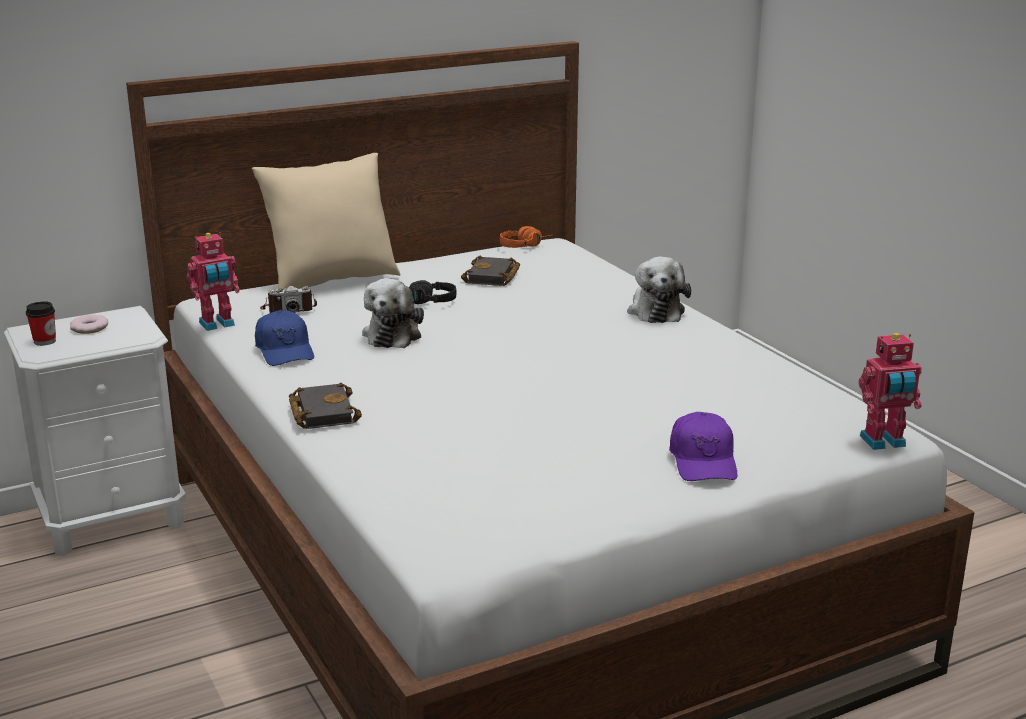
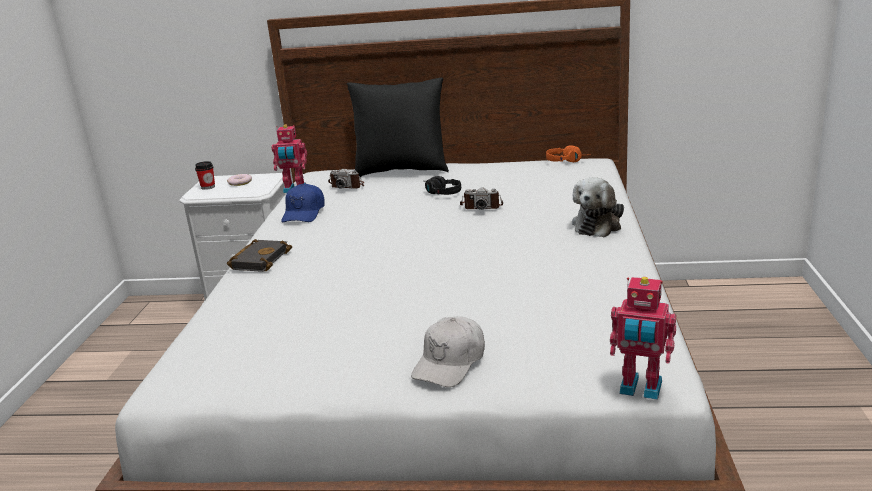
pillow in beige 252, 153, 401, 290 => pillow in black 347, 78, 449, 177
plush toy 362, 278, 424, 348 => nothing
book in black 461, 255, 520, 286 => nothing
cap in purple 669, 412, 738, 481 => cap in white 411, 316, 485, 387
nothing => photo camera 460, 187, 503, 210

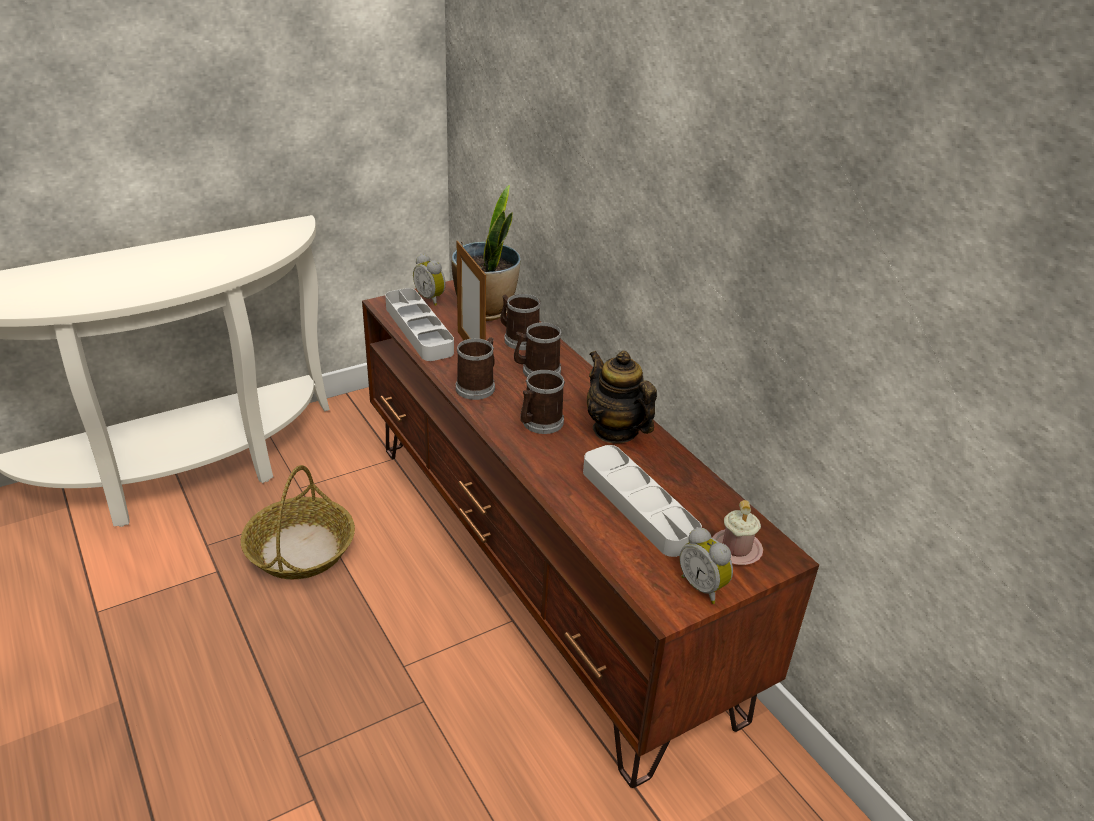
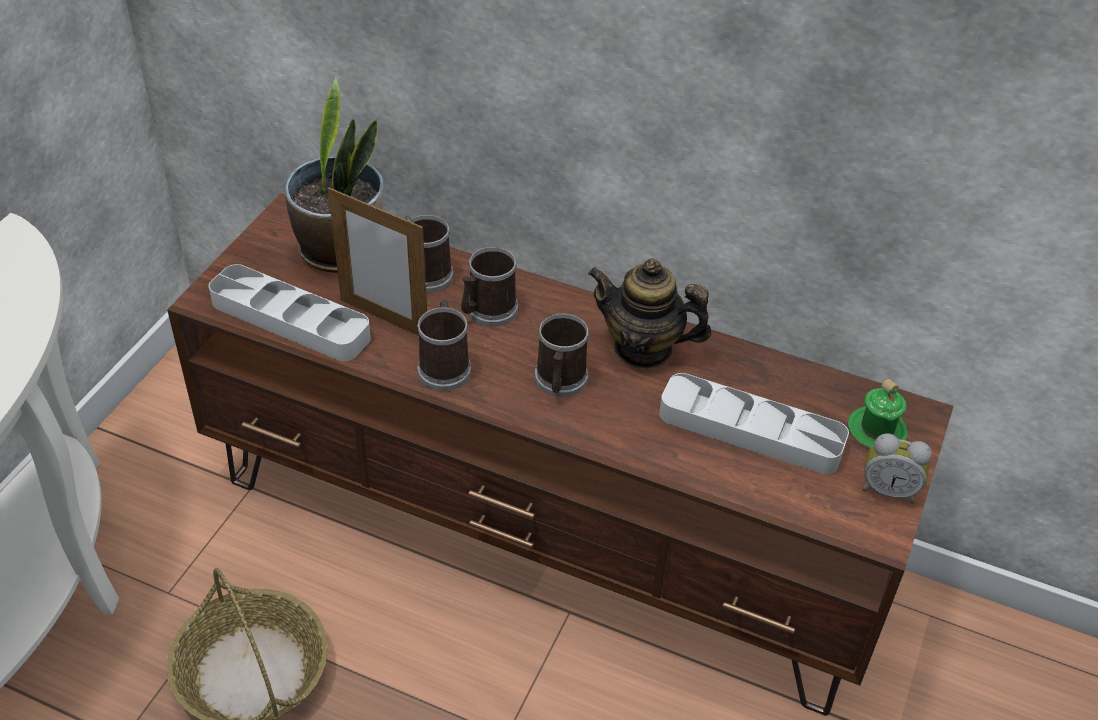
alarm clock 413, 254, 445, 306 => nothing
mug in pink 712, 500, 763, 565 => mug in green 848, 379, 908, 448

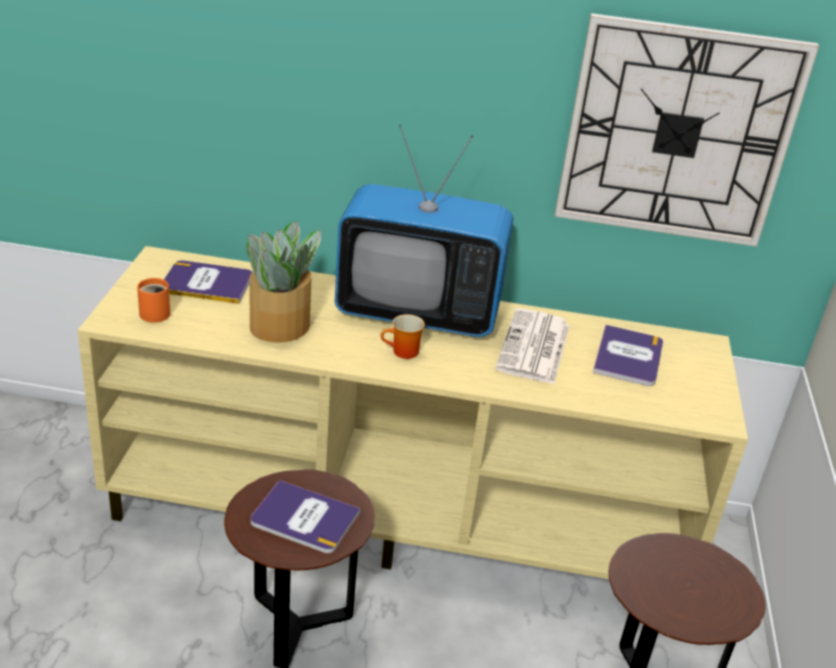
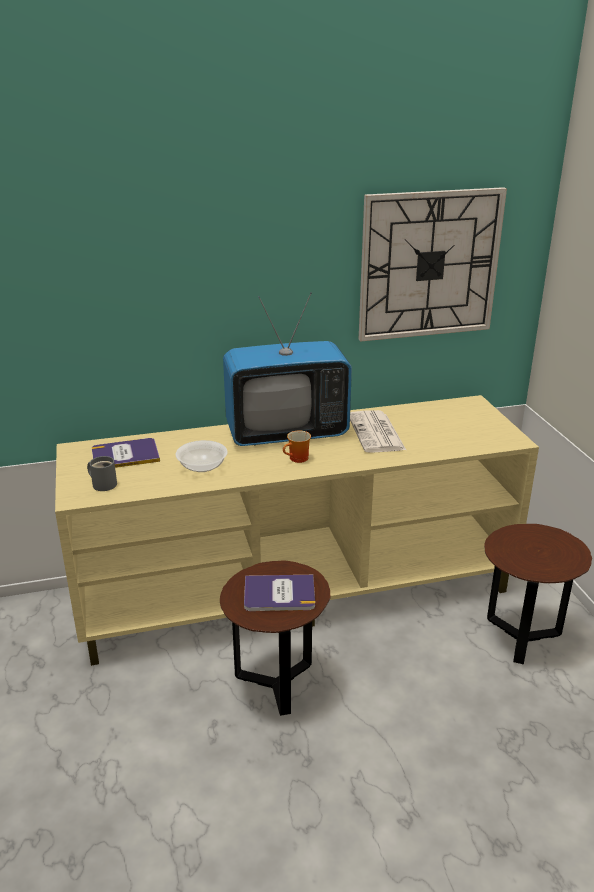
mug in orange 137, 278, 170, 323 => mug in grey 87, 456, 117, 491
potted plant 246, 221, 321, 343 => bowl 175, 440, 228, 472
book 593, 325, 663, 386 => nothing

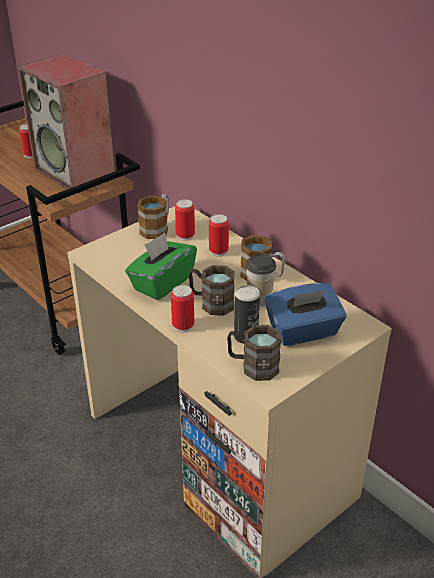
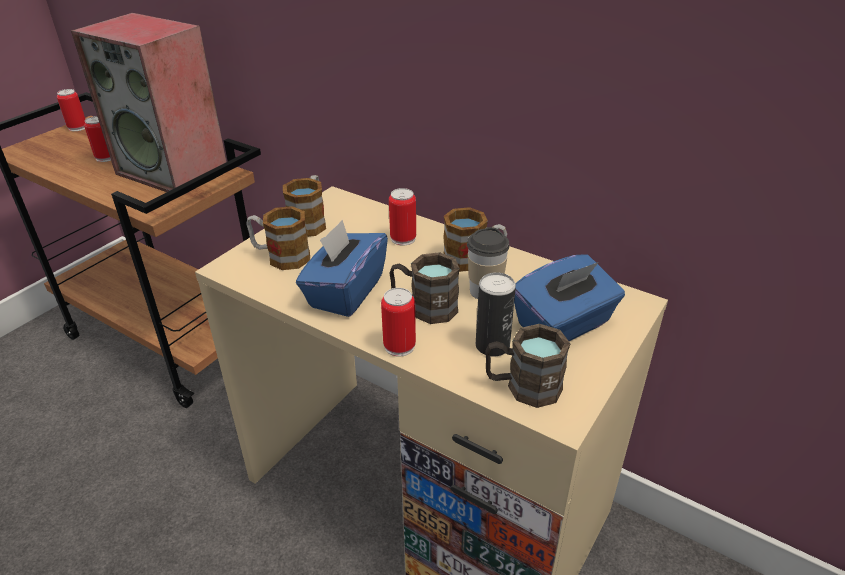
tissue box in green 125, 232, 197, 300 => tissue box in blue 296, 220, 388, 317
can 175, 199, 195, 241 => can 57, 89, 86, 131, relocated
nothing => mug 246, 206, 310, 270

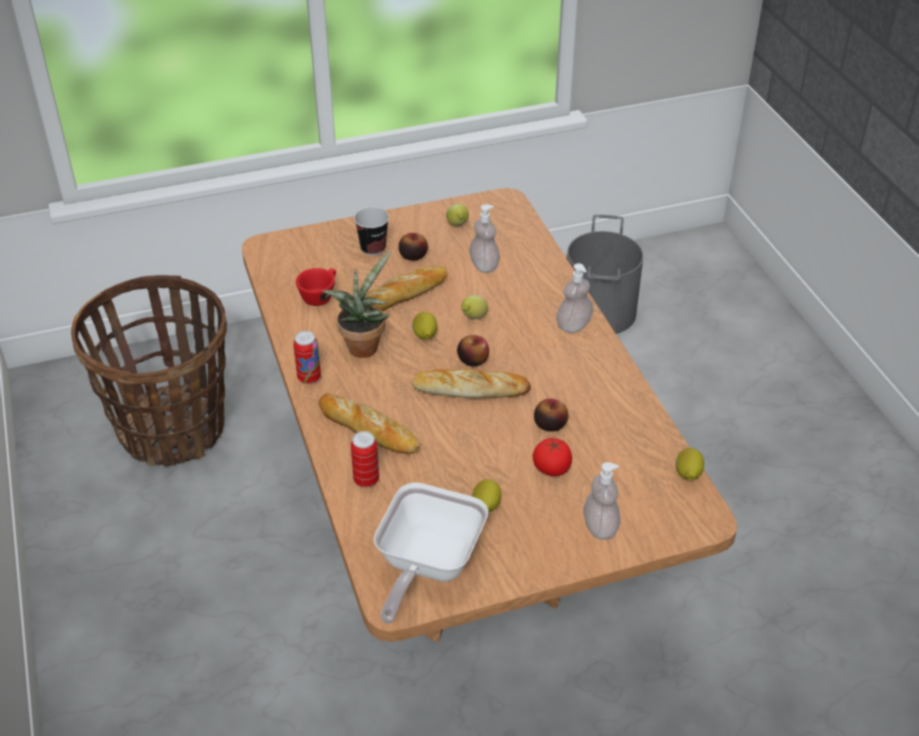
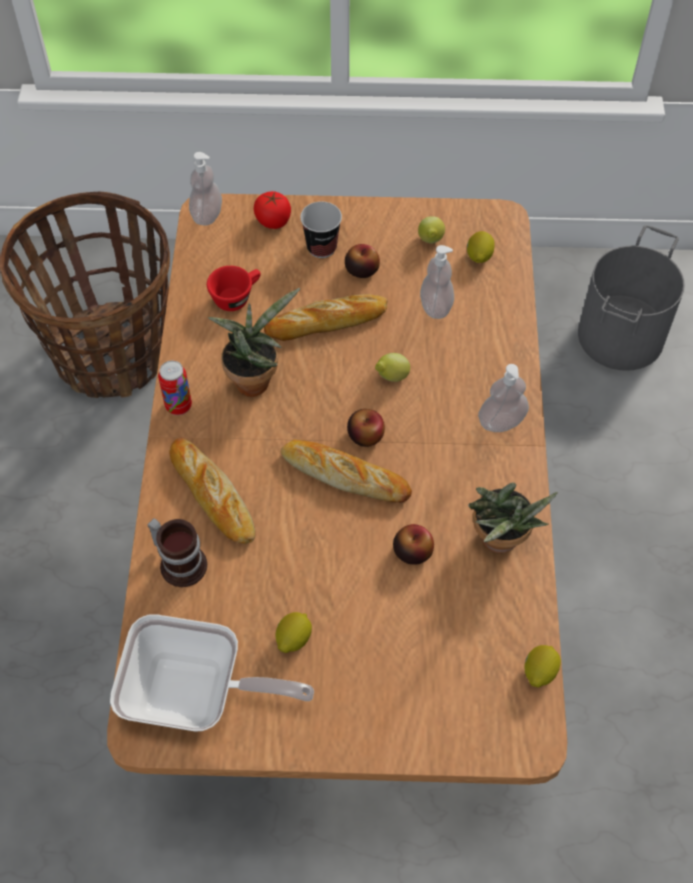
can 351, 431, 379, 487 => mug 147, 518, 207, 587
frying pan 374, 482, 488, 624 => frying pan 110, 614, 314, 731, 120 degrees counterclockwise
lemon 412, 312, 437, 340 => lemon 467, 231, 495, 263, relocated
tomato 533, 437, 572, 476 => tomato 254, 191, 291, 229, relocated
soap dispenser 583, 462, 620, 540 => soap dispenser 189, 152, 222, 225, relocated
nothing => potted plant 468, 482, 558, 554

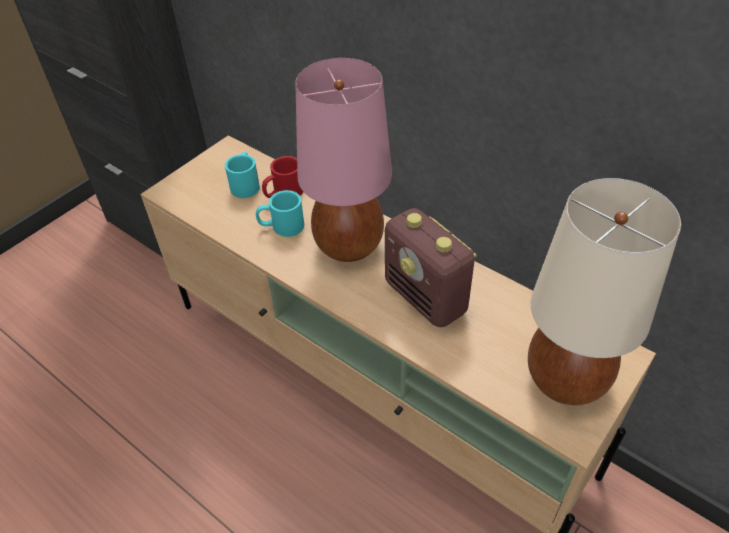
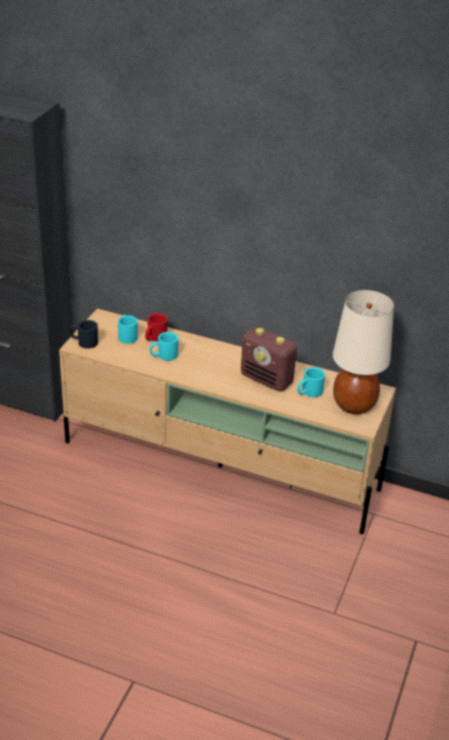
table lamp in pink 295, 58, 392, 262 => nothing
nothing => mug in black 69, 320, 98, 349
nothing => mug in turquoise 297, 367, 325, 397

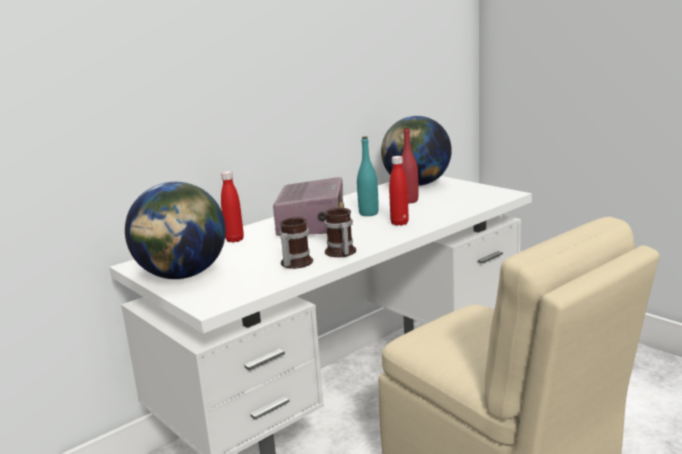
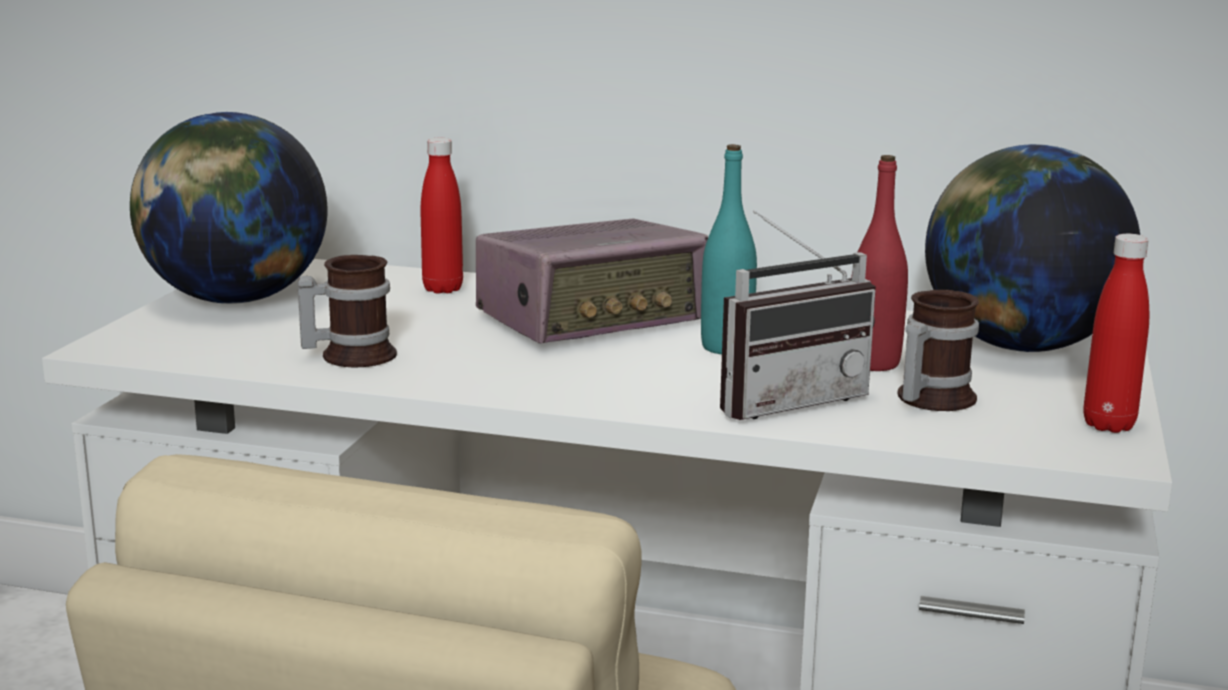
mug 324, 208, 356, 257 => mug 897, 290, 979, 411, relocated
bottle in red 389, 156, 409, 226 => bottle in red 1083, 234, 1149, 433, relocated
nothing => radio 720, 210, 876, 420

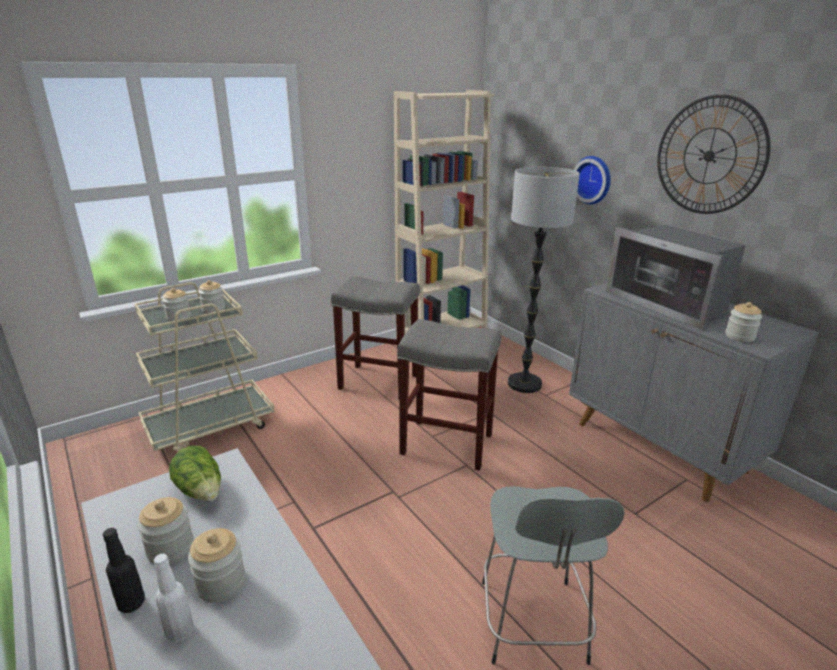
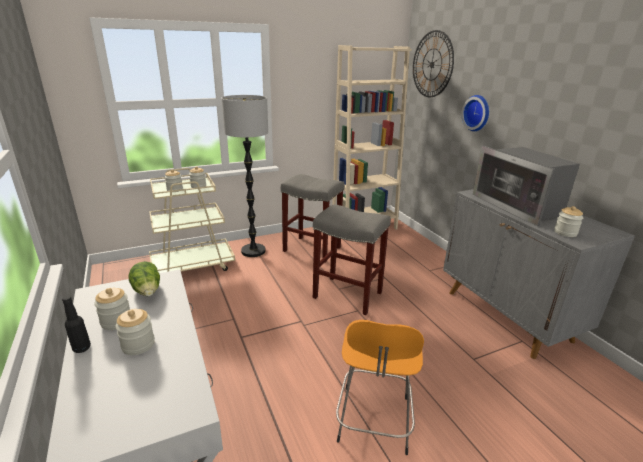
bottle in white 154, 554, 194, 642 => nothing
stool in grey 482, 486, 625, 665 => stool in orange 336, 320, 424, 455
floor lamp 508, 167, 580, 393 => floor lamp 221, 95, 268, 257, relocated
wall clock 657, 94, 771, 214 => wall clock 413, 30, 454, 97, relocated

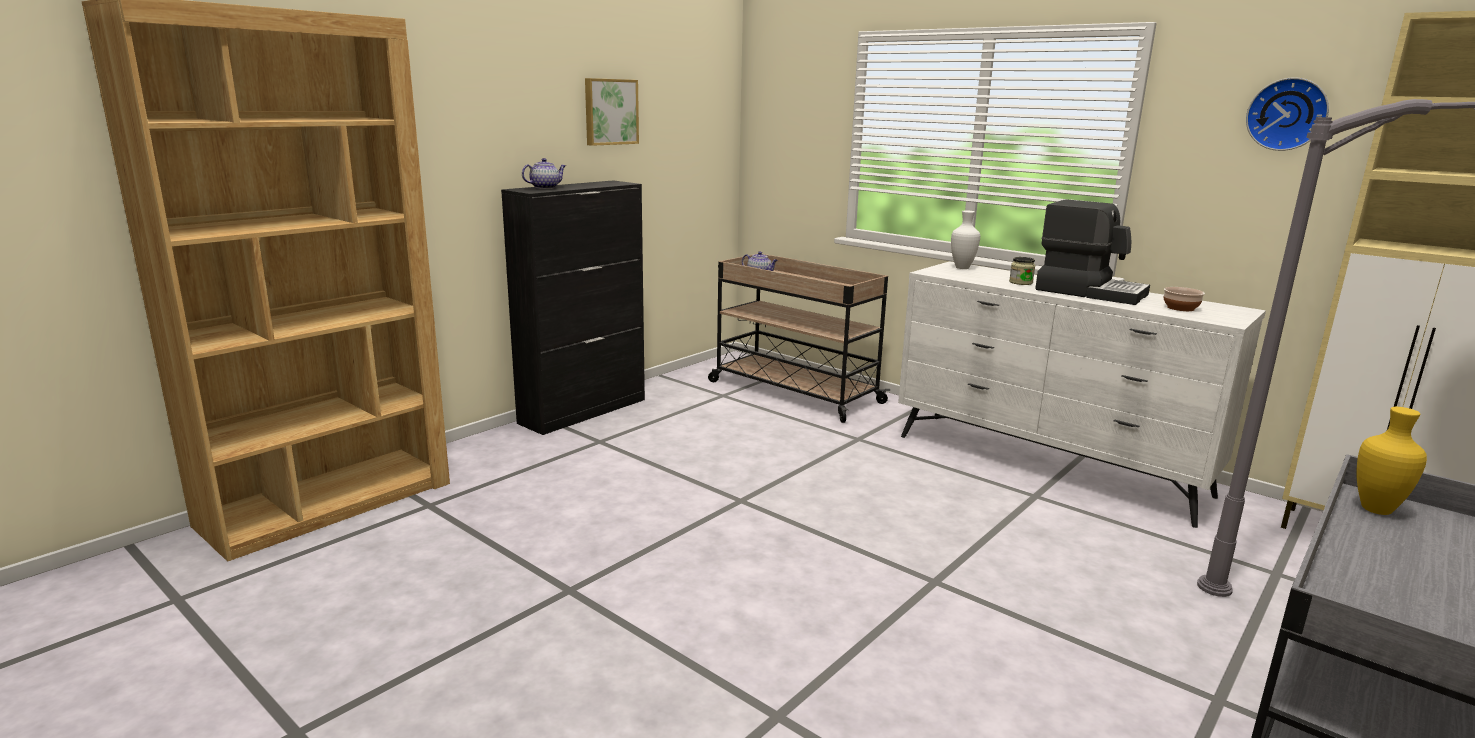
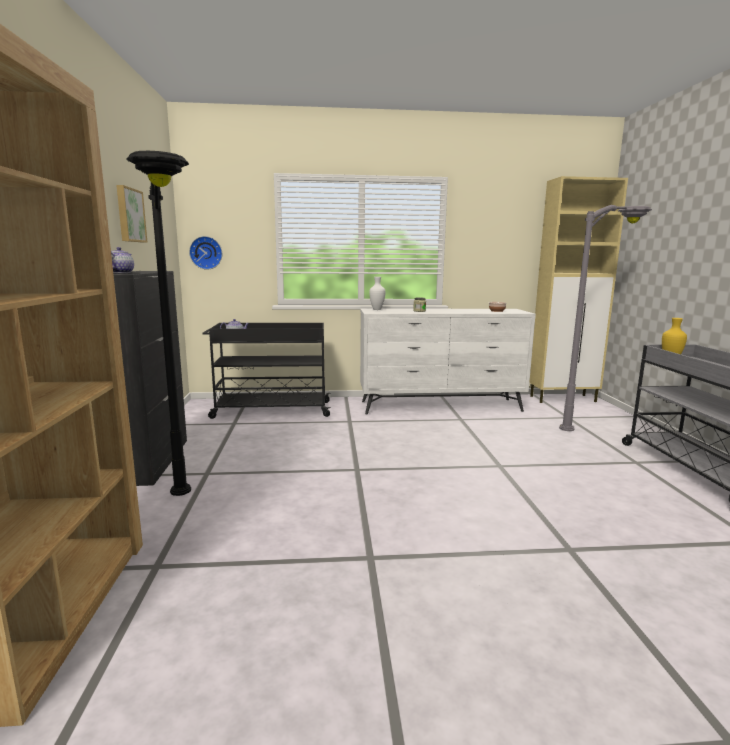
cart in beige 708, 254, 890, 423 => cart in black 202, 323, 331, 419
coffee machine 1035, 199, 1150, 305 => nothing
wall clock 1246, 77, 1329, 151 => wall clock 189, 236, 222, 270, relocated
nothing => floor lamp in black 126, 151, 191, 496

